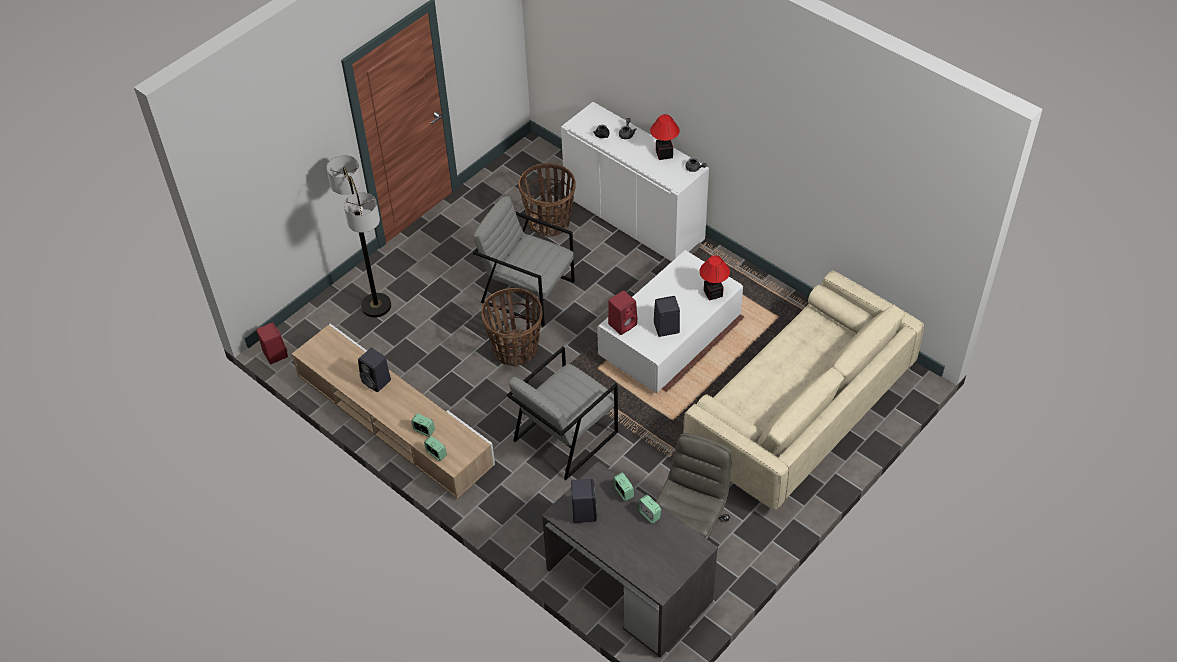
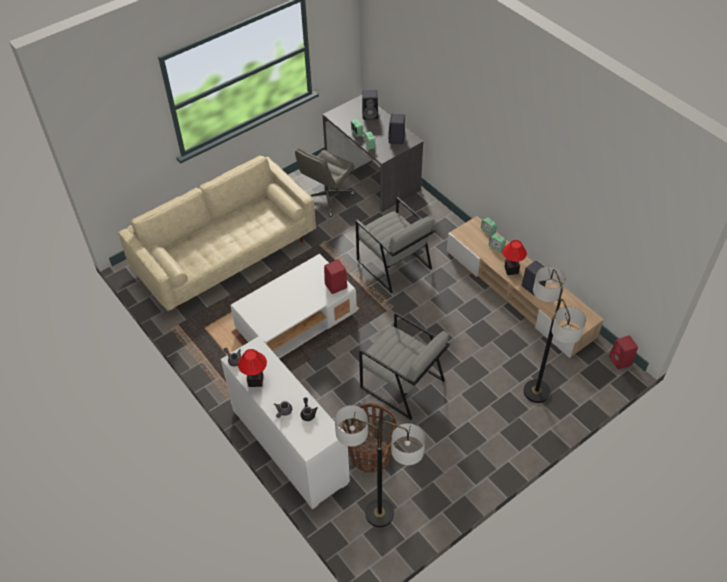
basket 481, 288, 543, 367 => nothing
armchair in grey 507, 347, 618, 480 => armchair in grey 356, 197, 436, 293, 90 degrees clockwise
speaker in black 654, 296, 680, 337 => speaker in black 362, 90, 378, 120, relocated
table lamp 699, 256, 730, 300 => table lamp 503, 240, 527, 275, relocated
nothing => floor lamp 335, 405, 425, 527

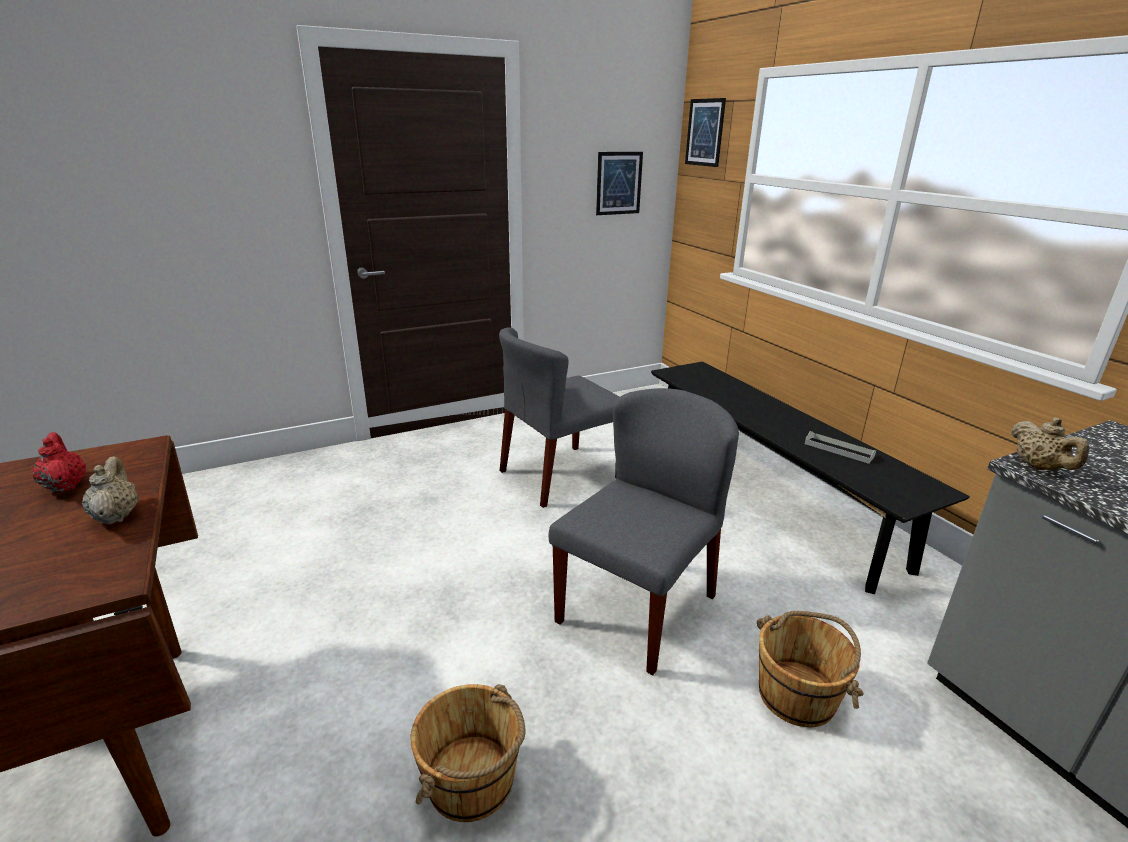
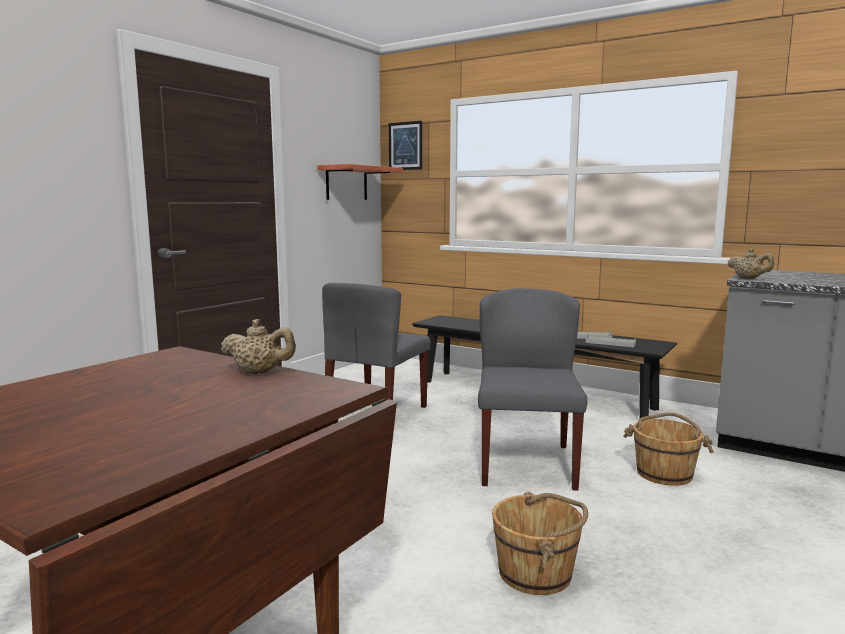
teapot in red 33, 432, 86, 492 => nothing
teapot in beige 82, 456, 139, 524 => teapot in beige 221, 319, 296, 374, 150 degrees clockwise
picture 596, 152, 643, 215 => shelf 317, 164, 403, 200
nothing => tray in grey 586, 333, 636, 347

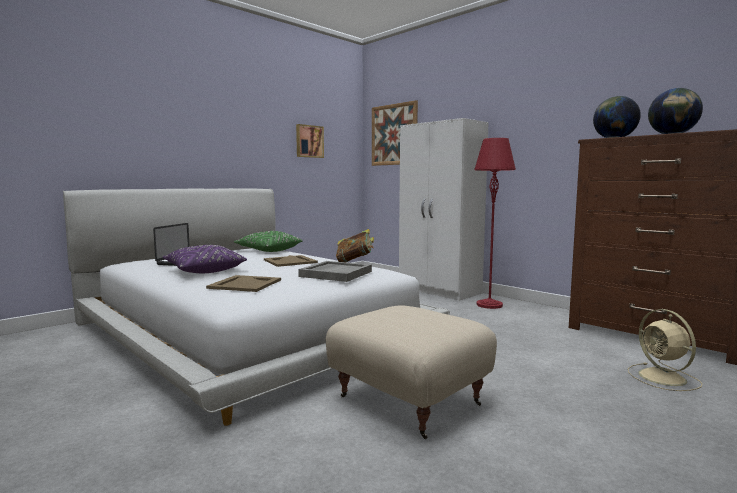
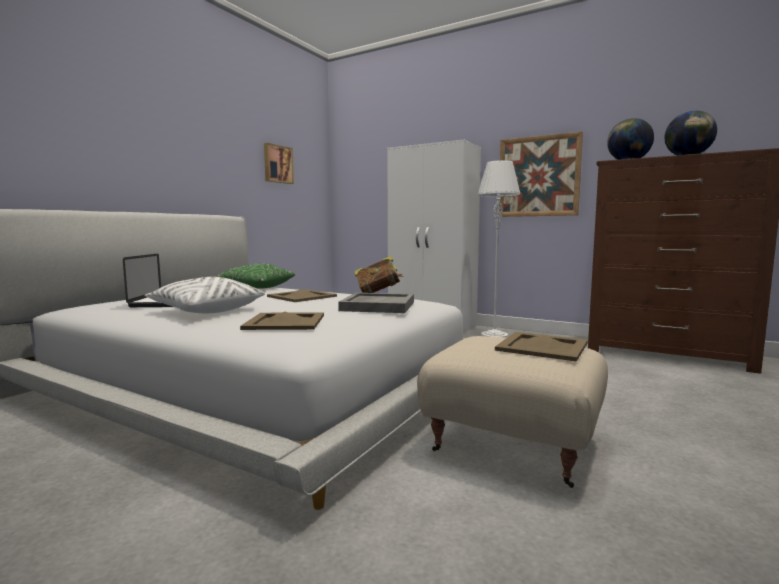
pillow in purple 163, 245, 247, 273 => pillow in white 145, 277, 265, 313
picture 372, 100, 418, 166 => picture 499, 132, 583, 217, relocated
floor lamp in red 474, 138, 516, 309 => floor lamp in white 477, 160, 520, 338
fan in beige 628, 309, 702, 391 => nothing
nothing => tray in beige 495, 332, 588, 362

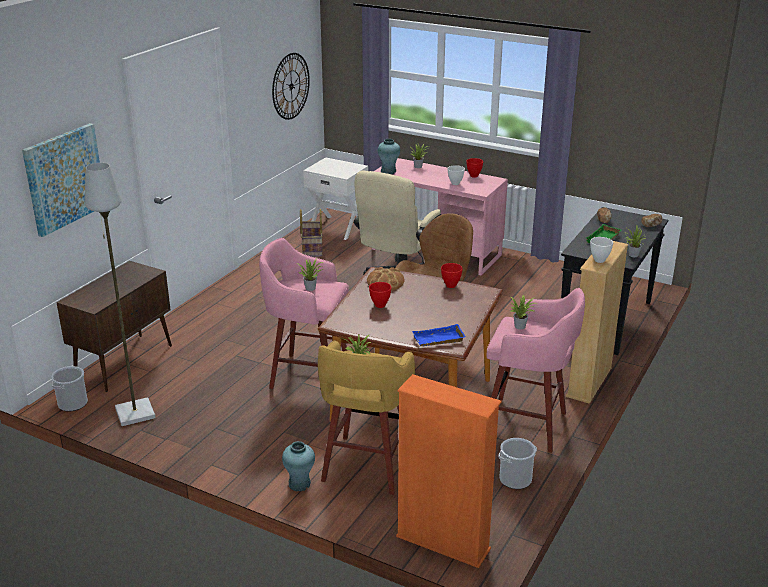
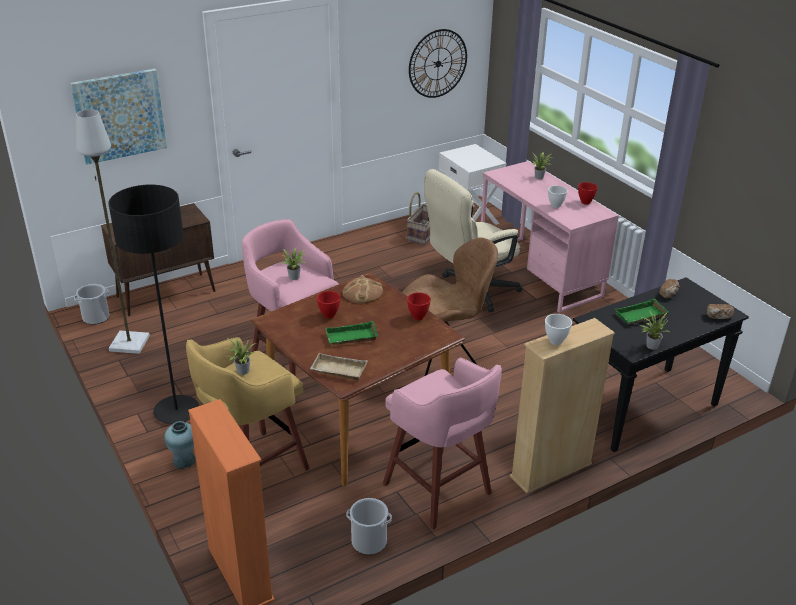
vase in turquoise 378, 139, 400, 174 => nothing
tray in blue 412, 324, 466, 346 => tray in beige 310, 353, 367, 380
potted plant 510, 295, 535, 329 => nothing
nothing => floor lamp in black 109, 185, 199, 424
nothing => tray in green 325, 321, 378, 345

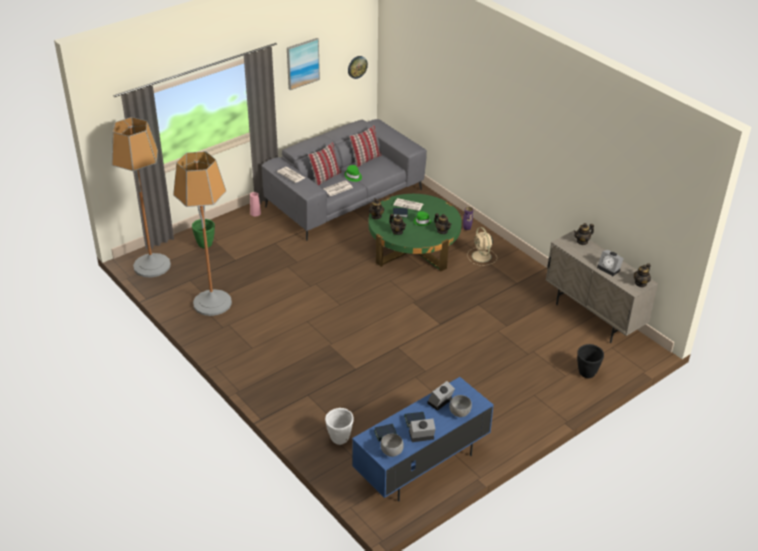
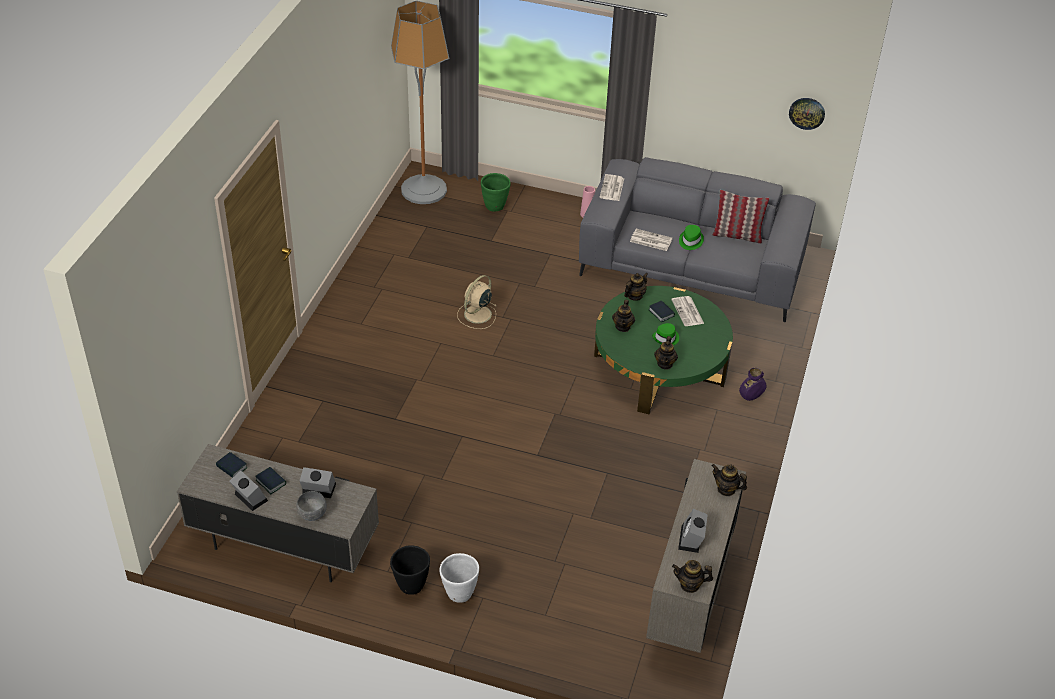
floor lamp 173, 151, 232, 316 => nothing
picture 287, 38, 320, 90 => nothing
pillow 308, 142, 341, 185 => nothing
planter in white 325, 408, 354, 445 => planter in white 439, 553, 479, 603, relocated
tv stand in blue 352, 377, 494, 501 => tv stand in grey 177, 444, 379, 582
bowl in grey 380, 434, 404, 457 => nothing
fan in beige 467, 227, 497, 266 => fan in beige 457, 275, 497, 329, relocated
planter in black 577, 344, 604, 378 => planter in black 390, 546, 430, 595, relocated

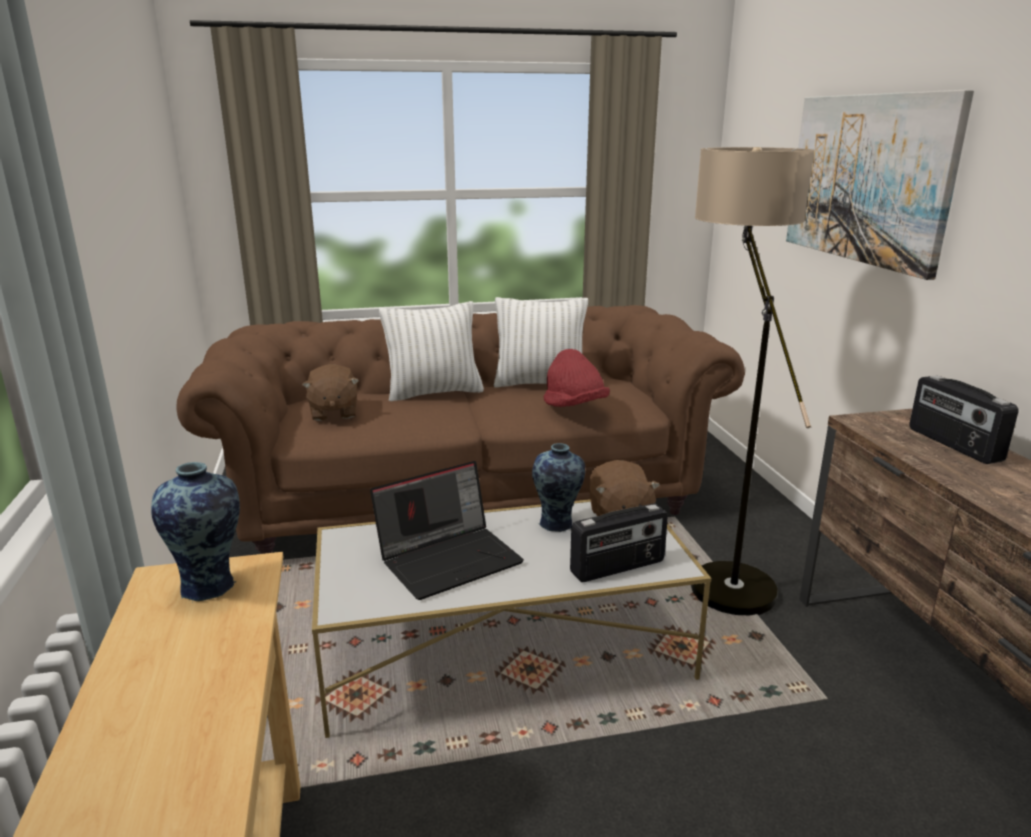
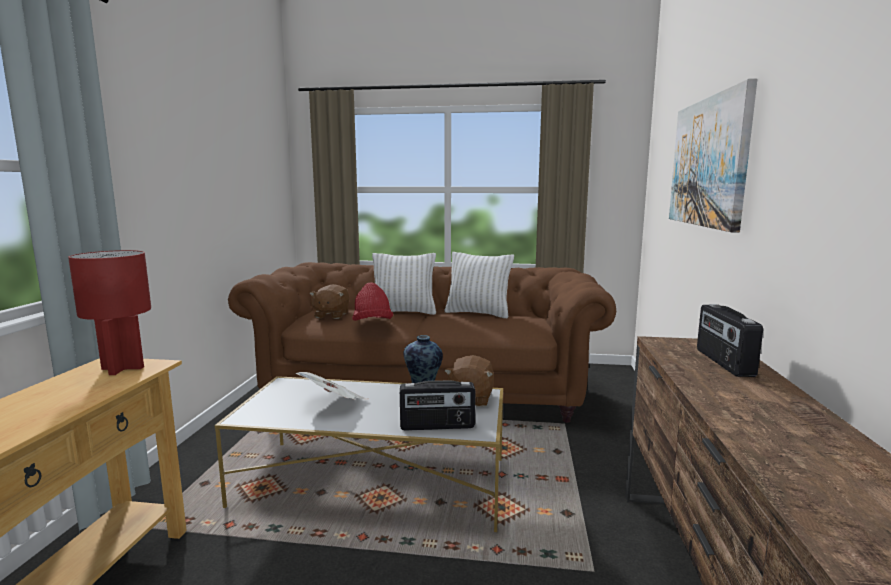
vase 151, 462, 240, 601 => table lamp in red 68, 250, 151, 375
laptop 370, 461, 524, 600 => newspaper 295, 372, 368, 400
hat in red 543, 349, 610, 407 => hat in red 352, 282, 393, 321, relocated
floor lamp 691, 147, 814, 615 => nothing

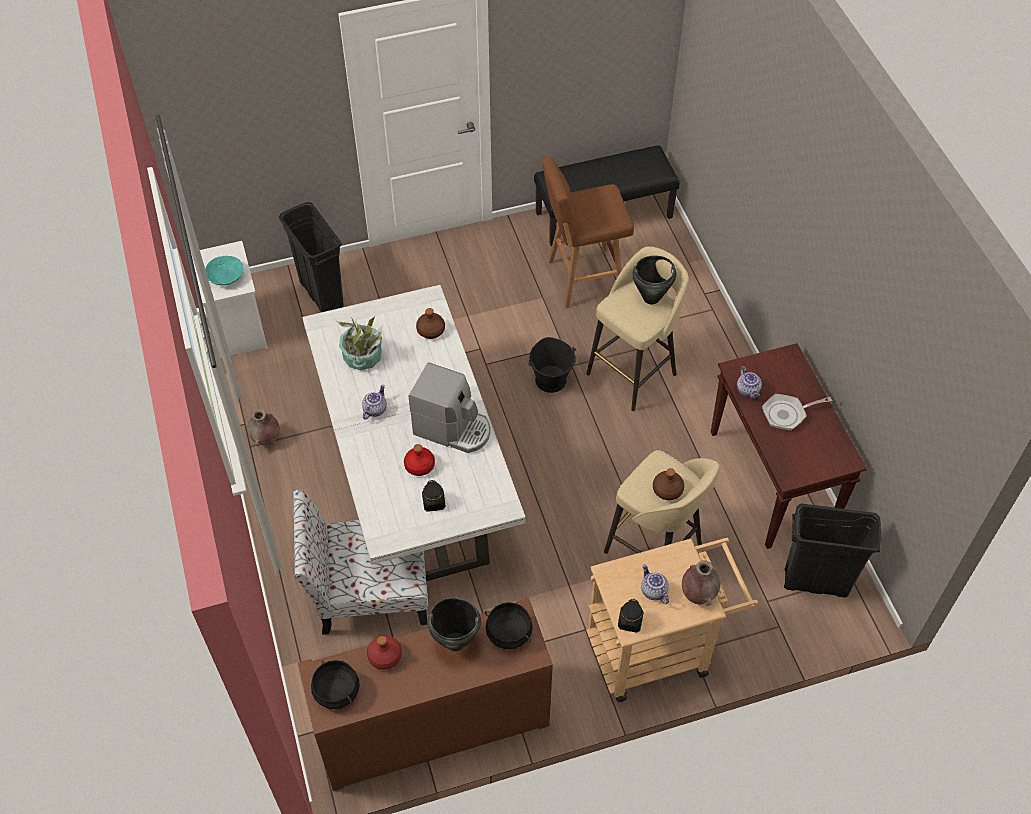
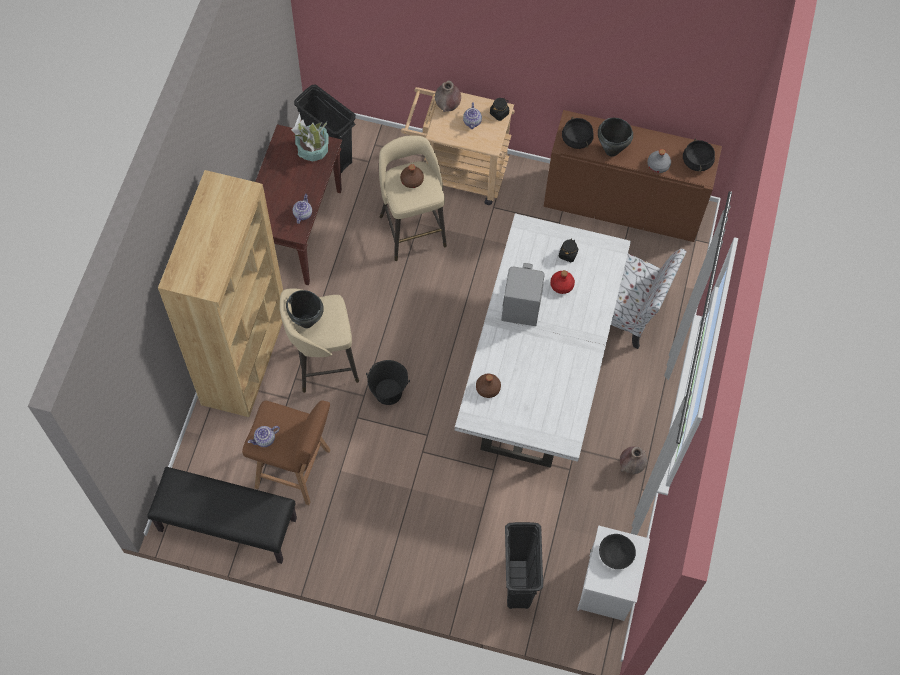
bowl in turquoise 205, 256, 243, 286 => bowl in black 599, 534, 636, 569
potted plant 336, 316, 383, 370 => potted plant 291, 120, 329, 161, relocated
teapot 362, 385, 387, 420 => teapot 248, 426, 280, 447, relocated
bottle in red 367, 635, 402, 669 => bottle in grey 647, 149, 671, 173
coffee machine 409, 362, 491, 453 => coffee machine 501, 263, 545, 326, 45 degrees clockwise
frying pan 762, 394, 832, 431 => nothing
nothing => bookcase in brown 158, 170, 283, 417

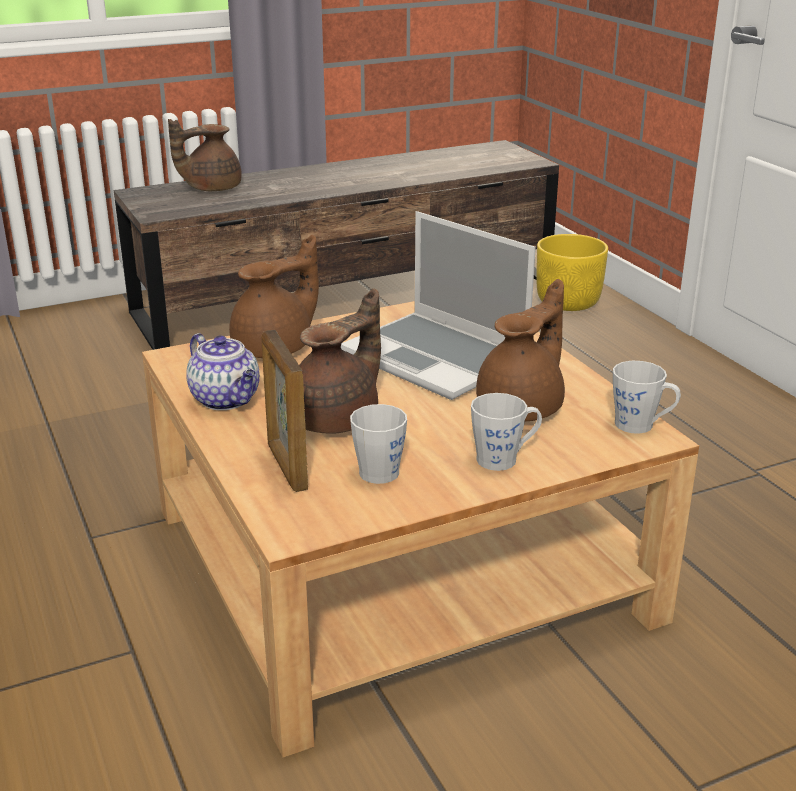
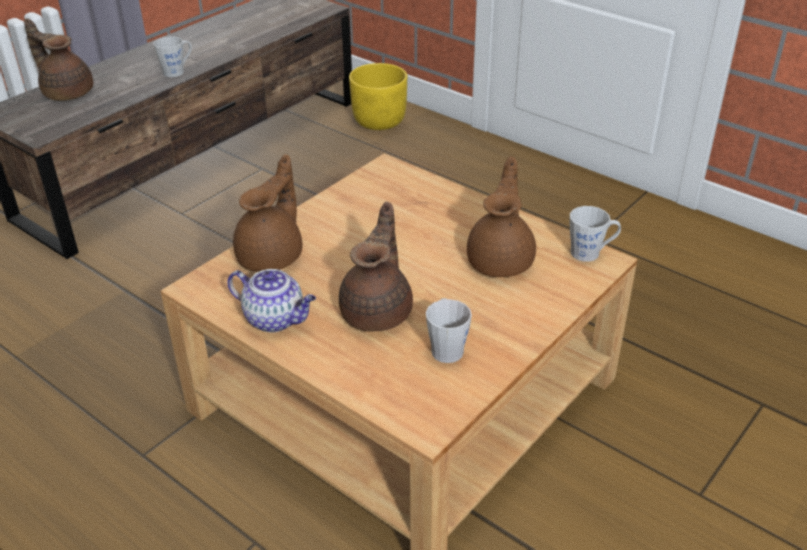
teapot in brown 168, 119, 242, 191 => teapot in brown 24, 18, 93, 101, 90 degrees clockwise
picture frame 261, 330, 308, 492 => nothing
laptop 341, 211, 536, 400 => nothing
mug in grey 471, 393, 542, 471 => mug in grey 153, 36, 192, 77, relocated

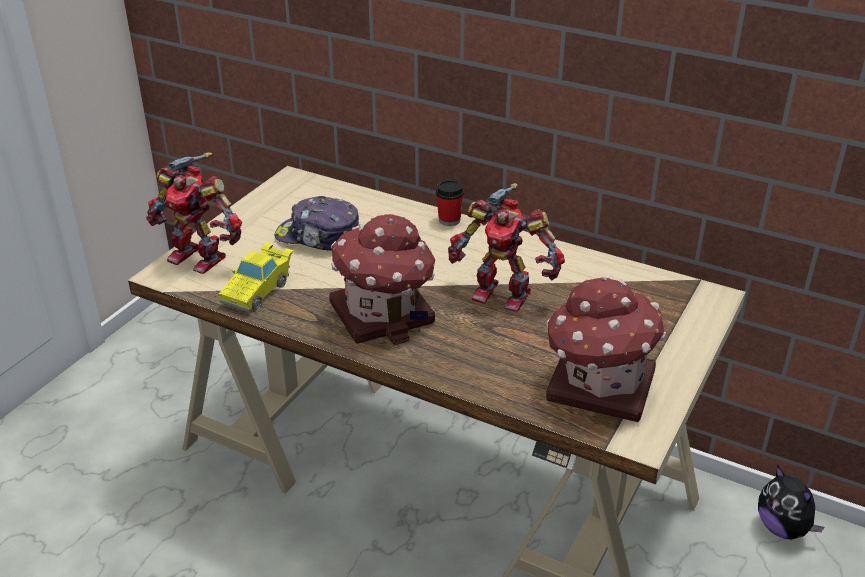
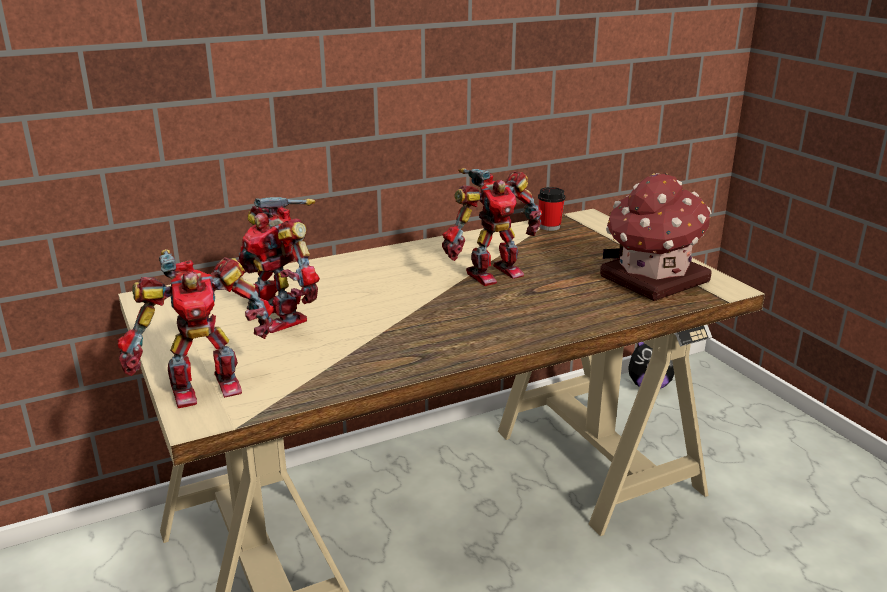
toy car in yellow 218, 242, 294, 312 => nothing
cap 274, 196, 360, 251 => toy robot 237, 197, 320, 333
toy house 329, 214, 435, 345 => nothing
cup 436, 180, 464, 226 => cup 538, 187, 565, 231, relocated

